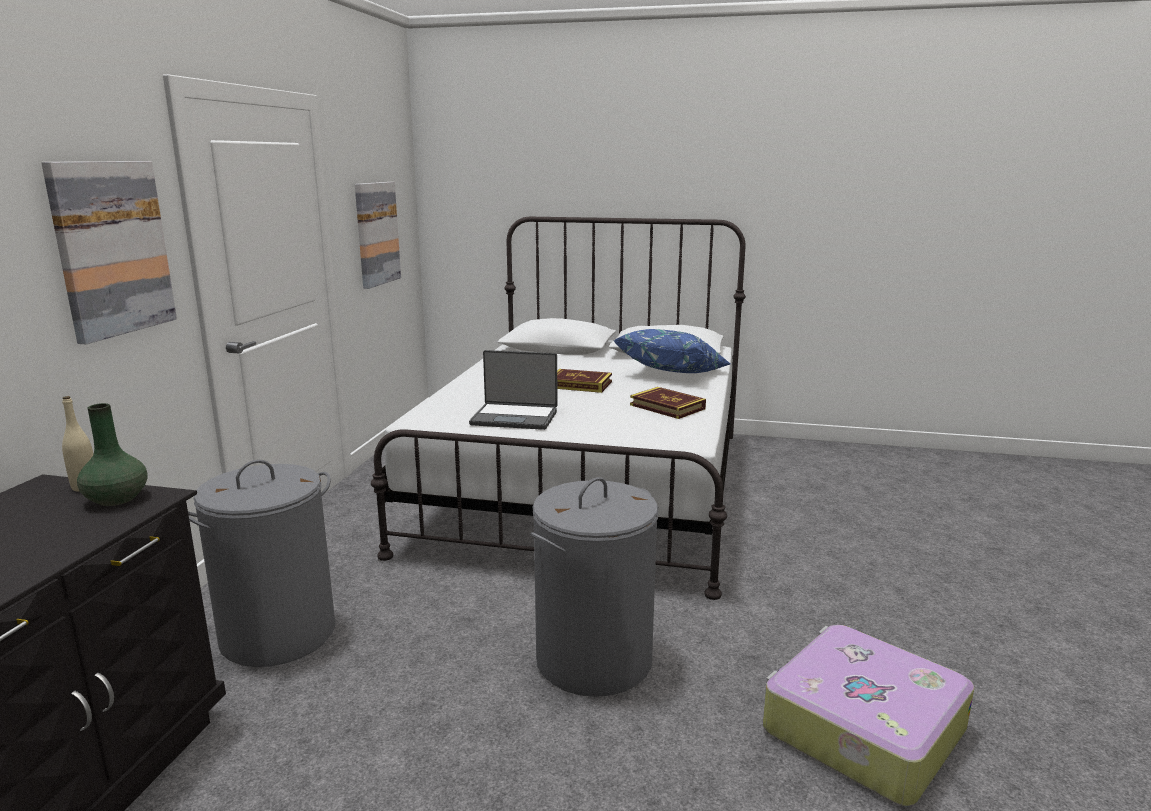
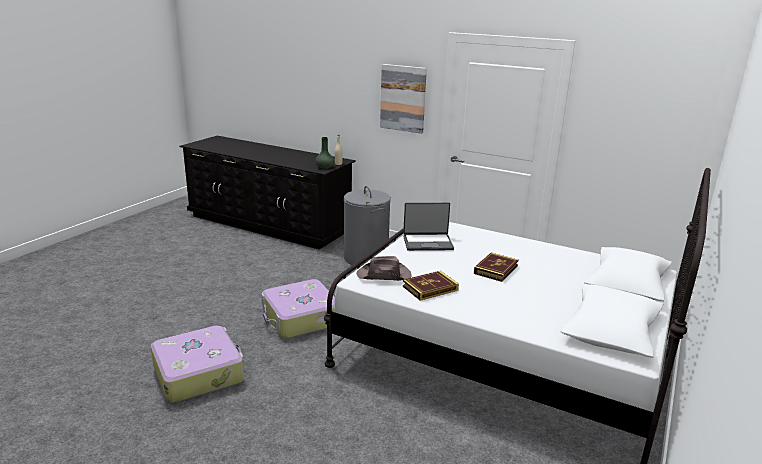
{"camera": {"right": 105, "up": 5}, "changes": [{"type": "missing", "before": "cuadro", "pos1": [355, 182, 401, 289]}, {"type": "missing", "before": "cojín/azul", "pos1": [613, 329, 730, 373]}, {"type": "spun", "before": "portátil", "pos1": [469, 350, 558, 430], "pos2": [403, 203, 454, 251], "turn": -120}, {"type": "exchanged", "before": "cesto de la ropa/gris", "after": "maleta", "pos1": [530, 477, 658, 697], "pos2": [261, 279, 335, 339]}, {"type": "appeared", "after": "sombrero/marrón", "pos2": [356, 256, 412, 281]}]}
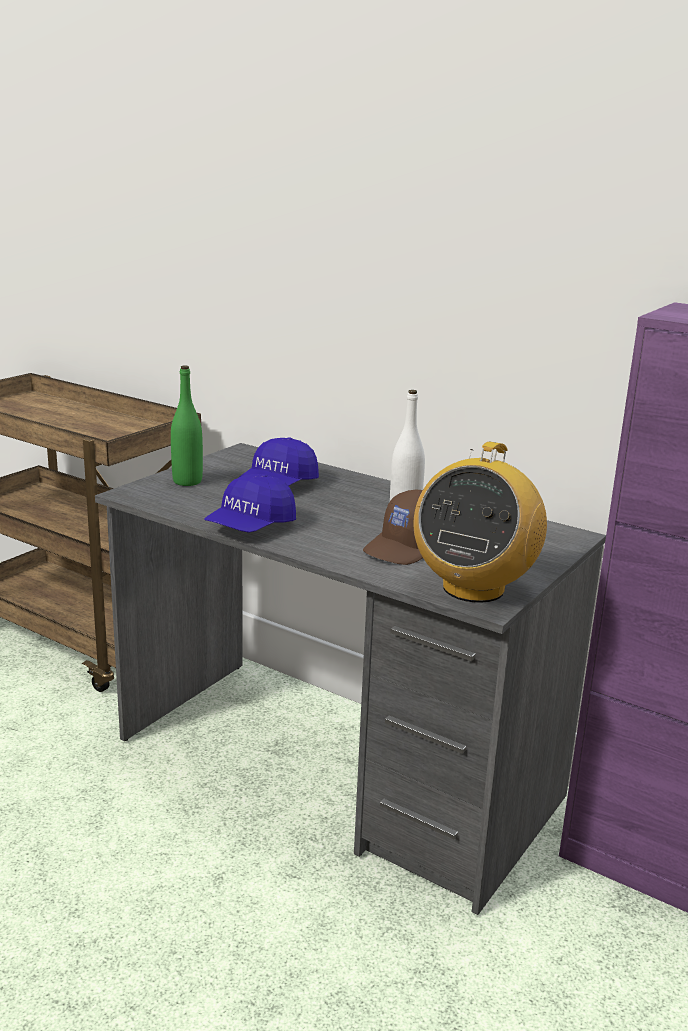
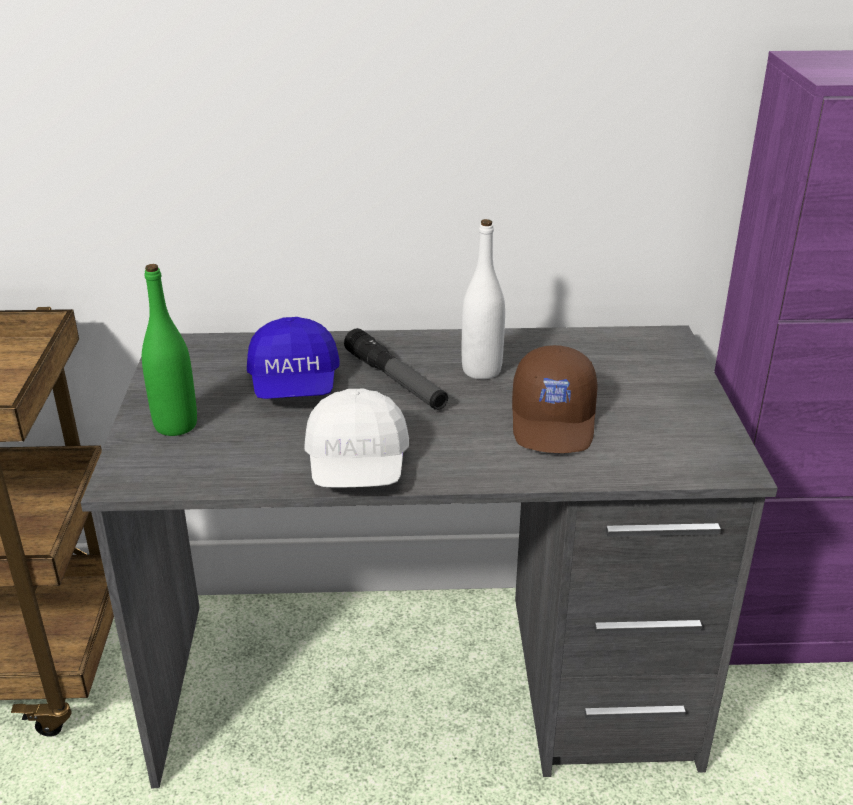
{"camera": {"right": -35, "up": 10}, "changes": [{"type": "missing", "before": "radio", "pos1": [413, 441, 547, 603]}, {"type": "colour", "before": "gorra/azul", "after": "gorra/blanco", "pos1": [204, 474, 296, 533], "pos2": [305, 388, 409, 487]}, {"type": "appeared", "after": "linterna", "pos2": [344, 328, 448, 410]}]}
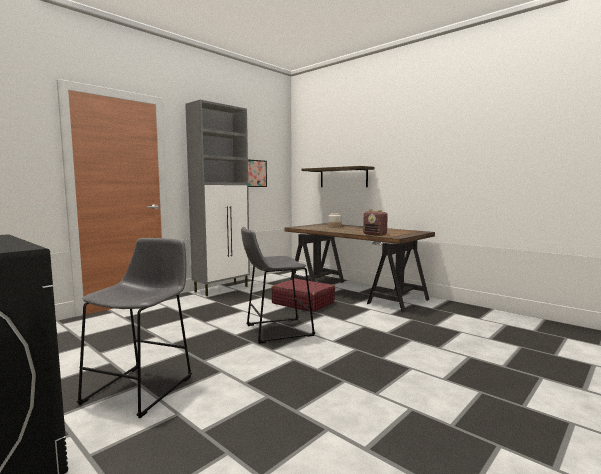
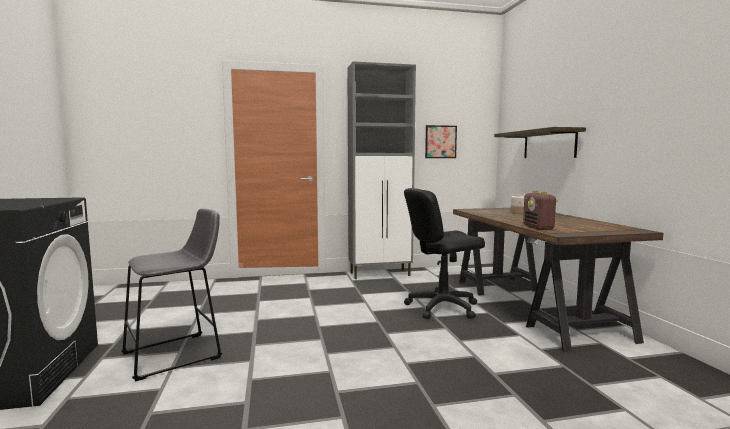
{"camera": {"right": 35, "up": 0}, "changes": [{"type": "missing", "before": "taburete/gris", "pos1": [241, 227, 315, 344]}, {"type": "exchanged", "before": "maleta/rojo", "after": "silla de oficina/negro", "pos1": [271, 279, 335, 312], "pos2": [404, 188, 485, 319]}]}
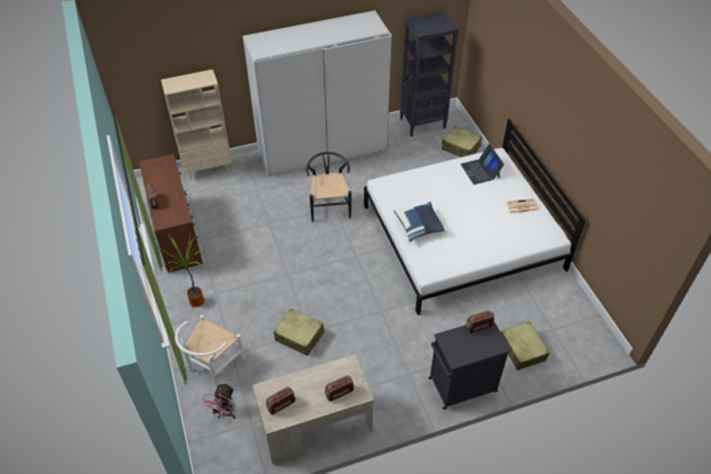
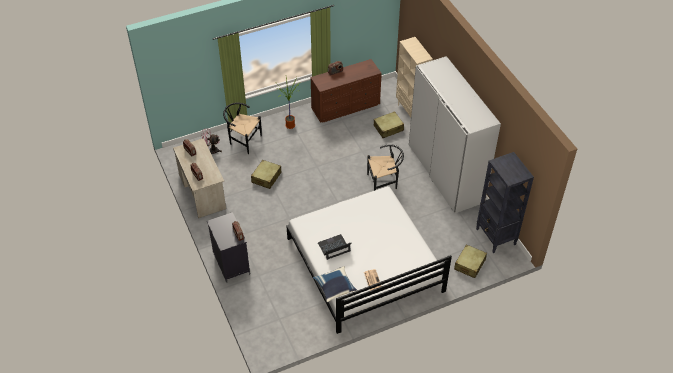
{"camera": {"right": 85, "up": 0}, "changes": [{"type": "relocated", "before": "portátil", "pos1": [461, 144, 504, 185], "pos2": [318, 234, 351, 260]}, {"type": "relocated", "before": "cojín/azul", "pos1": [394, 202, 448, 242], "pos2": [313, 266, 357, 302]}, {"type": "colour", "before": "silla/blanco", "after": "silla/negro", "pos1": [175, 315, 245, 386], "pos2": [223, 103, 262, 154]}, {"type": "relocated", "before": "maleta/beis", "pos1": [501, 321, 549, 371], "pos2": [374, 111, 404, 138]}]}
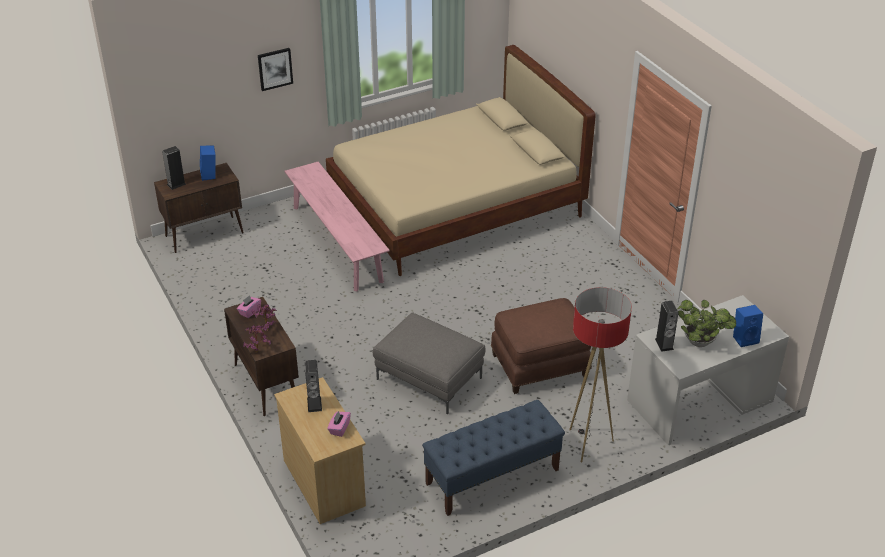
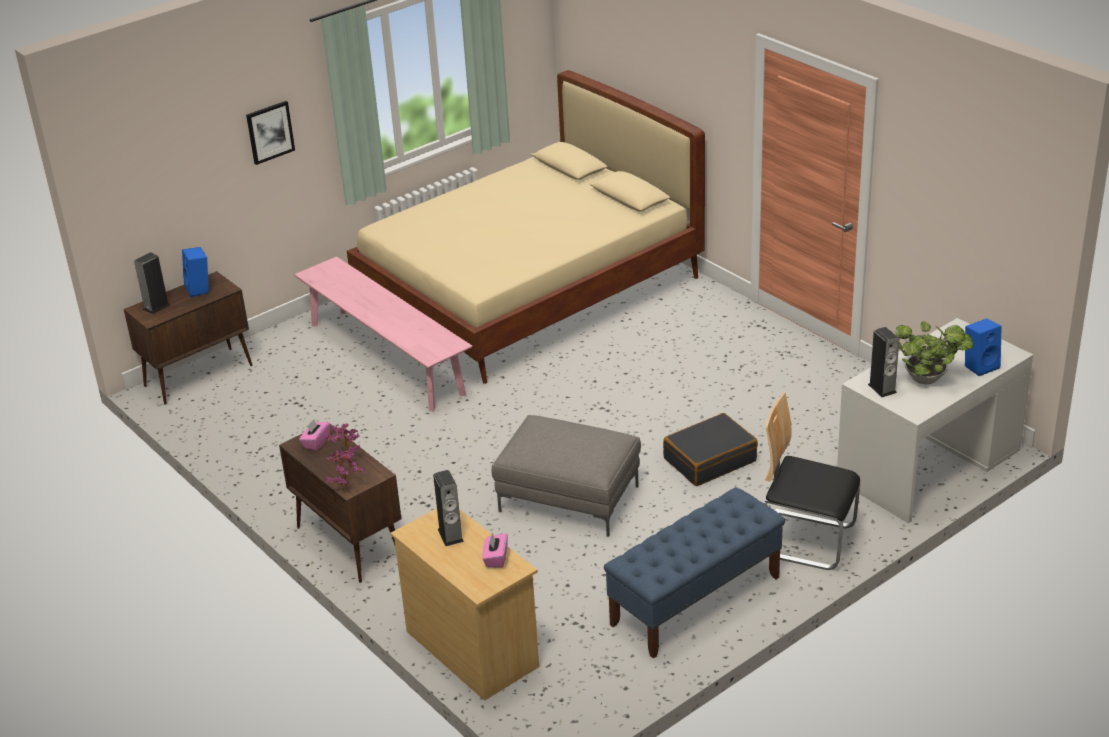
{"camera": {"right": -10, "up": -5}, "changes": [{"type": "exchanged", "before": "lámpara de pie", "after": "silla", "pos1": [569, 287, 632, 463], "pos2": [765, 392, 860, 570]}, {"type": "exchanged", "before": "puf/marrón", "after": "maleta/negro", "pos1": [491, 298, 592, 394], "pos2": [663, 413, 758, 486]}]}
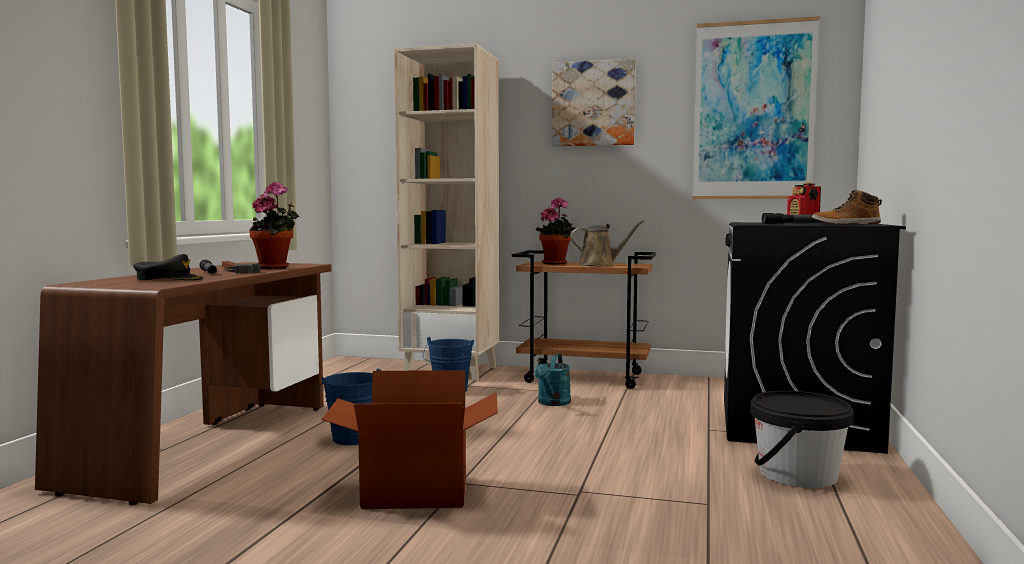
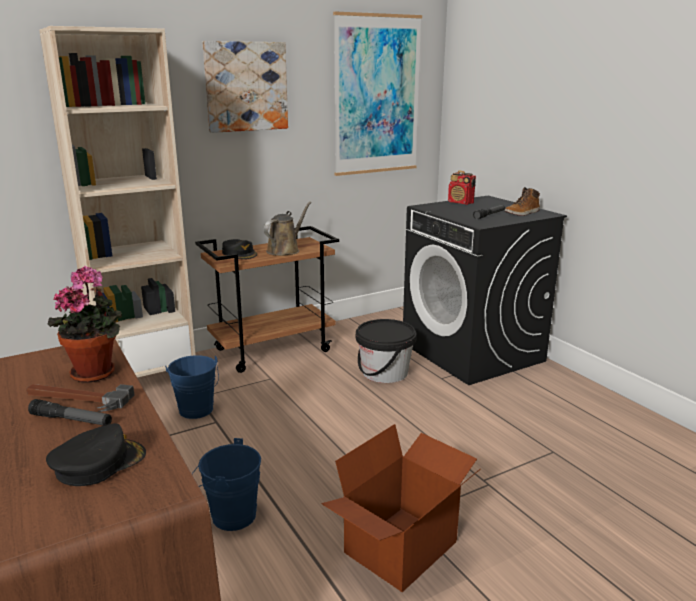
{"camera": {"right": -45, "up": 15}, "changes": [{"type": "exchanged", "before": "planta en maceta", "after": "gorra/negro", "pos1": [536, 198, 575, 264], "pos2": [222, 239, 257, 259]}, {"type": "missing", "before": "regadera/turquesa", "pos1": [534, 354, 571, 406]}, {"type": "relocated", "before": "cubo/negro", "pos1": [750, 391, 854, 488], "pos2": [356, 319, 417, 383]}]}
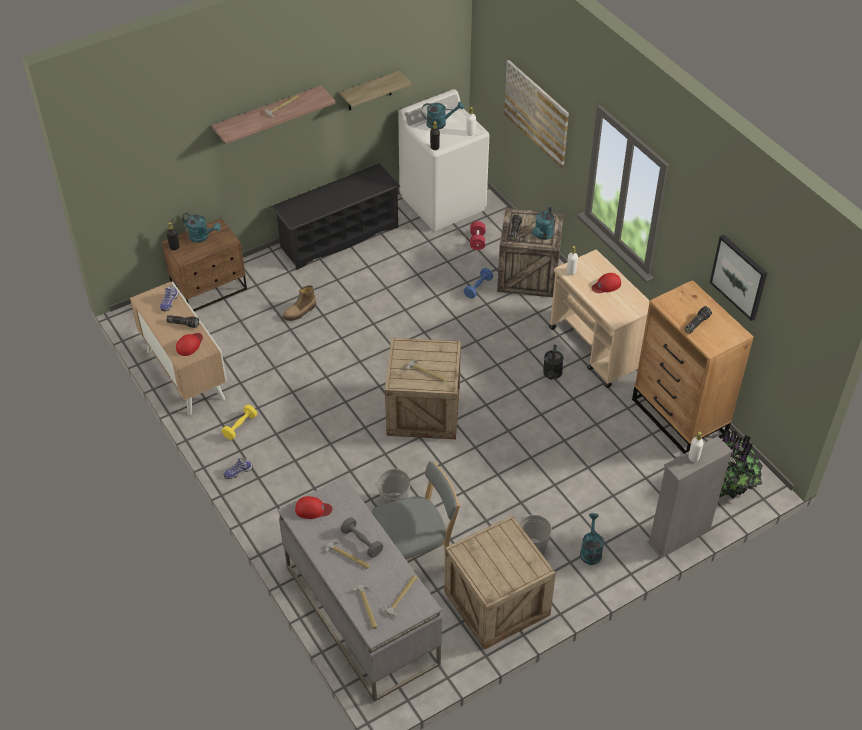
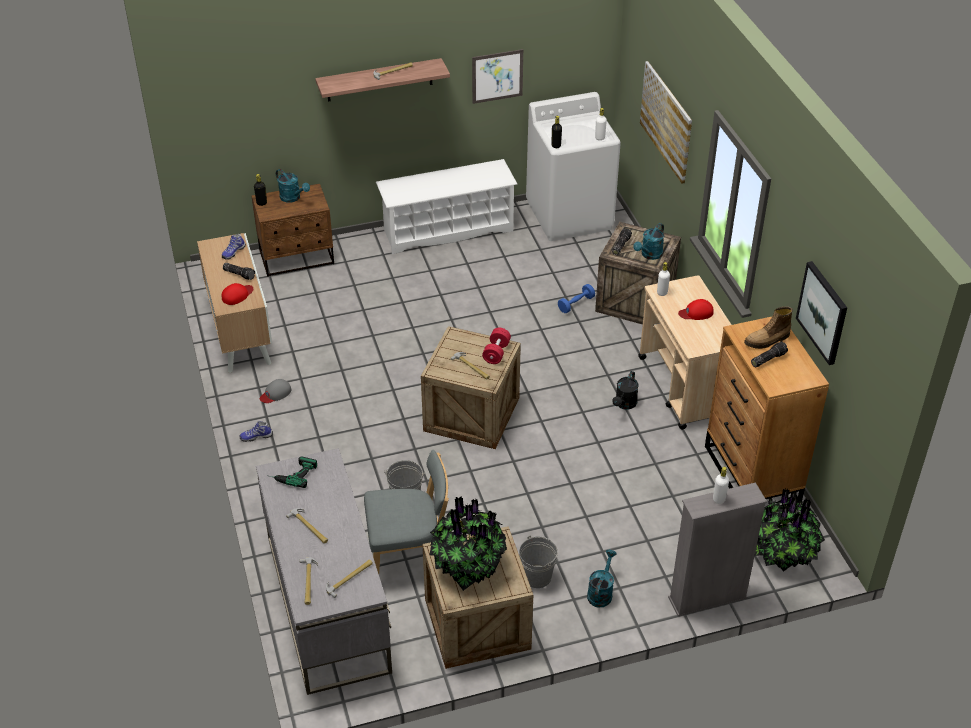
{"camera": {"right": 15, "up": -5}, "changes": [{"type": "exchanged", "before": "estante", "after": "cuadro", "pos1": [339, 71, 412, 111], "pos2": [472, 49, 523, 104]}, {"type": "missing", "before": "regadera/turquesa", "pos1": [422, 101, 464, 130]}, {"type": "colour", "before": "zapatero/negro", "after": "zapatero/blanco", "pos1": [271, 163, 400, 270], "pos2": [376, 159, 517, 254]}, {"type": "relocated", "before": "mancuerna/rojo", "pos1": [470, 221, 485, 250], "pos2": [482, 328, 511, 364]}, {"type": "relocated", "before": "bota", "pos1": [282, 285, 316, 321], "pos2": [744, 306, 793, 349]}, {"type": "exchanged", "before": "mancuerna/amarillo", "after": "gorra/gris", "pos1": [222, 405, 257, 440], "pos2": [260, 379, 291, 403]}, {"type": "exchanged", "before": "gorra/rojo", "after": "taladro", "pos1": [295, 496, 333, 519], "pos2": [267, 457, 317, 488]}, {"type": "missing", "before": "mancuerna/gris", "pos1": [341, 517, 383, 558]}, {"type": "appeared", "after": "planta en maceta", "pos2": [430, 496, 507, 591]}]}
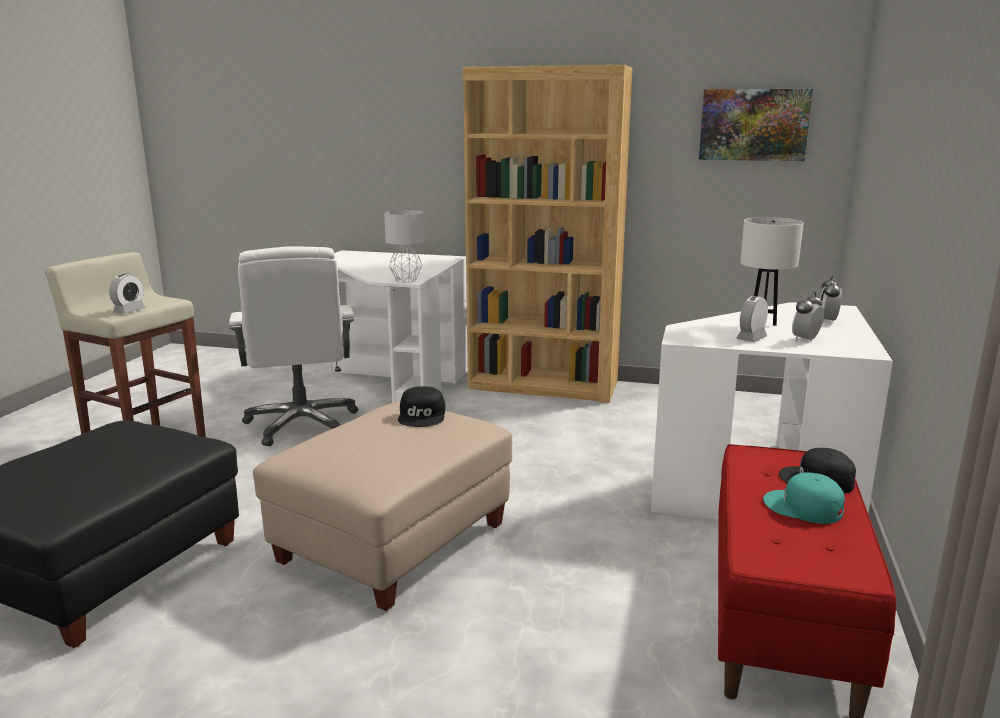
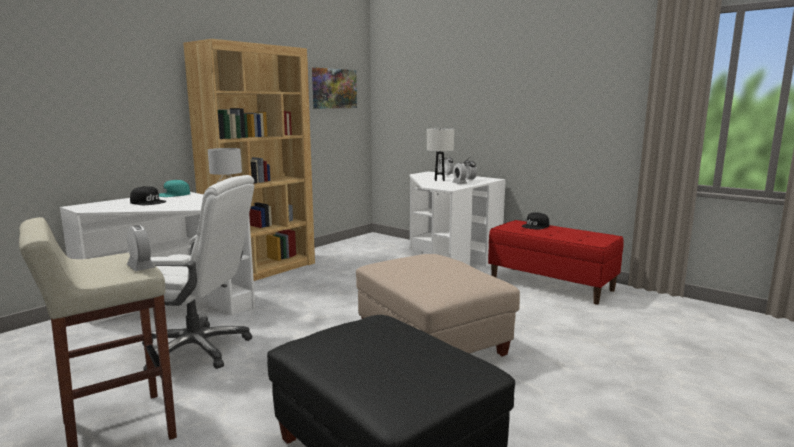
{"camera": {"right": -65, "up": -5}, "changes": [{"type": "relocated", "before": "gorra/negro", "pos1": [398, 386, 445, 427], "pos2": [130, 186, 166, 205]}, {"type": "relocated", "before": "gorra/turquesa", "pos1": [763, 473, 845, 524], "pos2": [159, 180, 190, 197]}]}
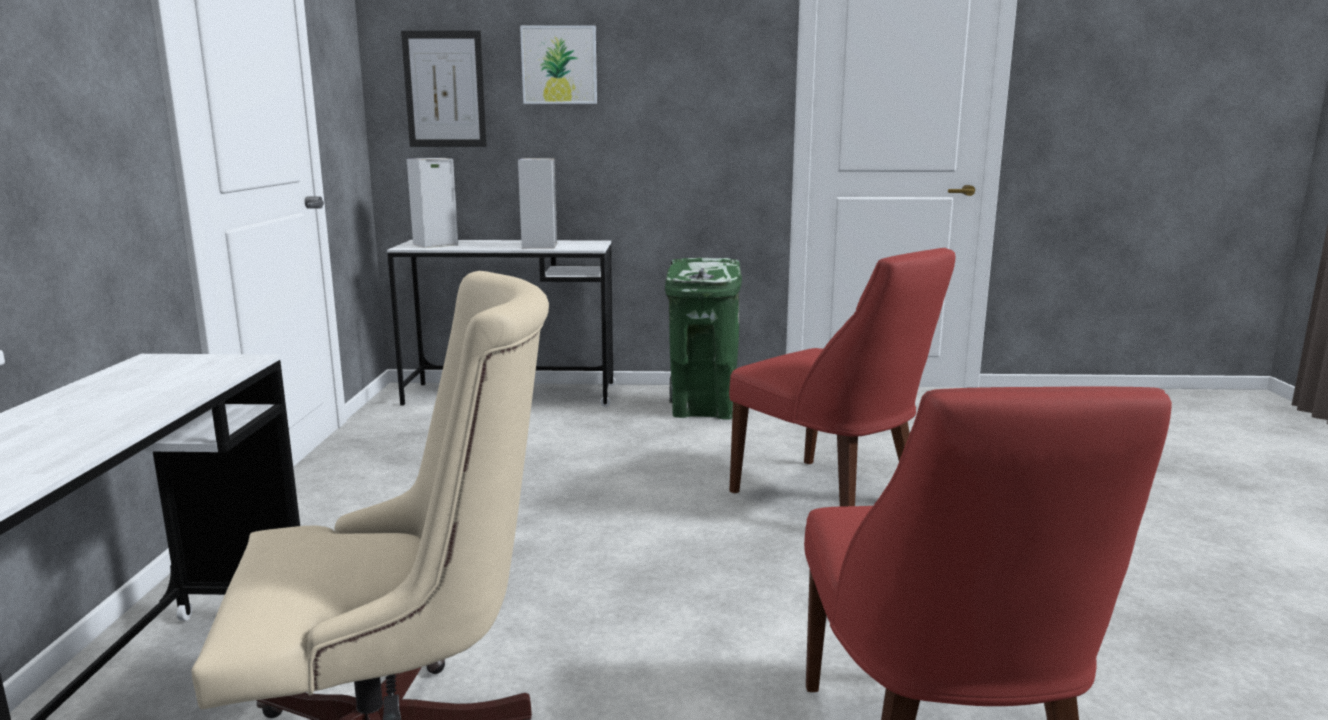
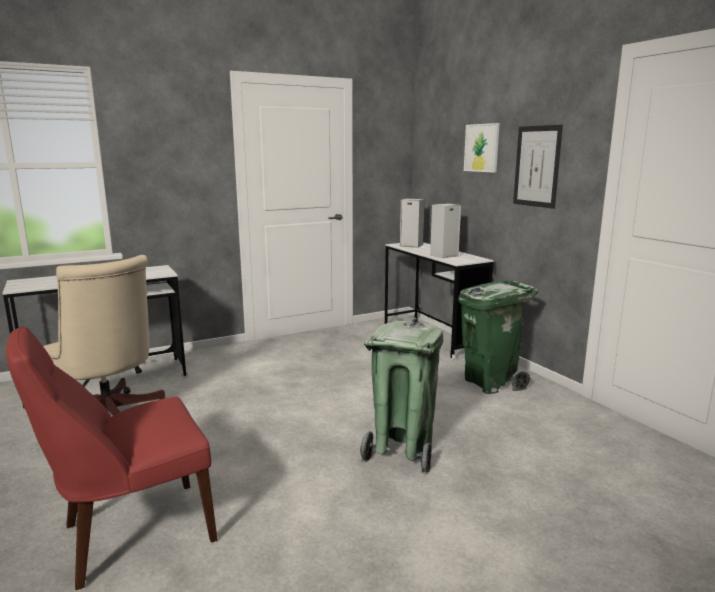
{"camera": {"right": 60, "up": 0}, "changes": [{"type": "relocated", "before": "cuadro", "pos1": [401, 30, 487, 147], "pos2": [513, 125, 563, 209]}, {"type": "exchanged", "before": "silla/rojo", "after": "papelera/verde", "pos1": [729, 248, 955, 507], "pos2": [360, 318, 443, 474]}]}
